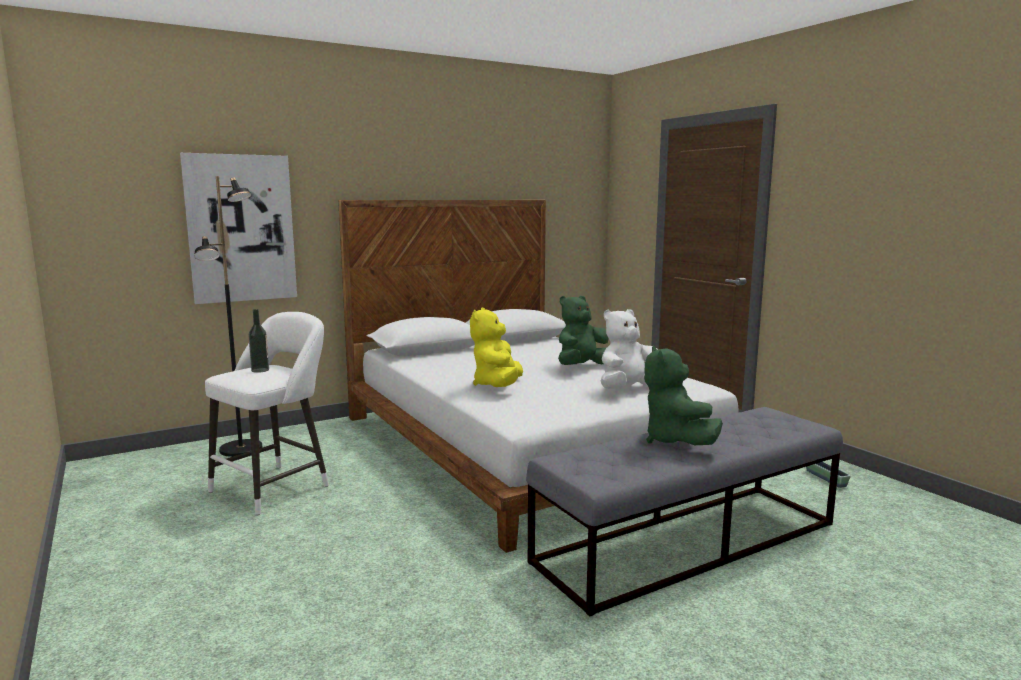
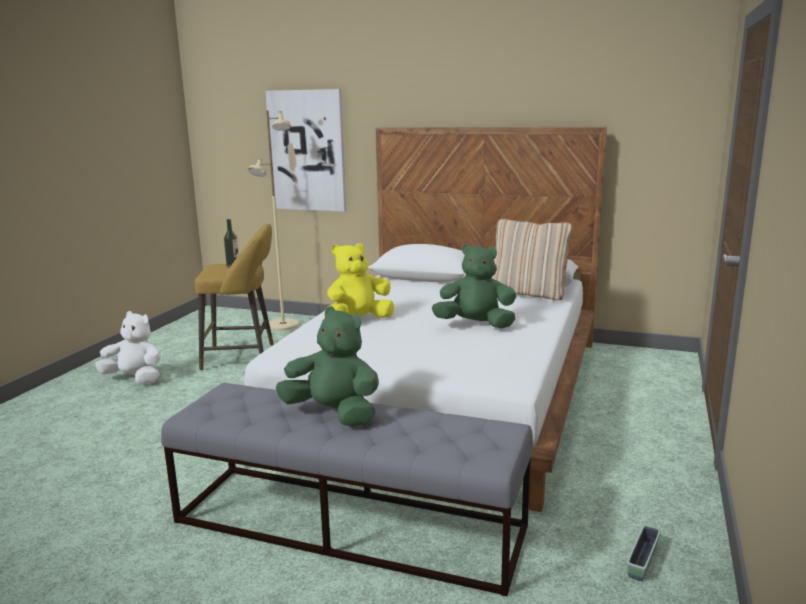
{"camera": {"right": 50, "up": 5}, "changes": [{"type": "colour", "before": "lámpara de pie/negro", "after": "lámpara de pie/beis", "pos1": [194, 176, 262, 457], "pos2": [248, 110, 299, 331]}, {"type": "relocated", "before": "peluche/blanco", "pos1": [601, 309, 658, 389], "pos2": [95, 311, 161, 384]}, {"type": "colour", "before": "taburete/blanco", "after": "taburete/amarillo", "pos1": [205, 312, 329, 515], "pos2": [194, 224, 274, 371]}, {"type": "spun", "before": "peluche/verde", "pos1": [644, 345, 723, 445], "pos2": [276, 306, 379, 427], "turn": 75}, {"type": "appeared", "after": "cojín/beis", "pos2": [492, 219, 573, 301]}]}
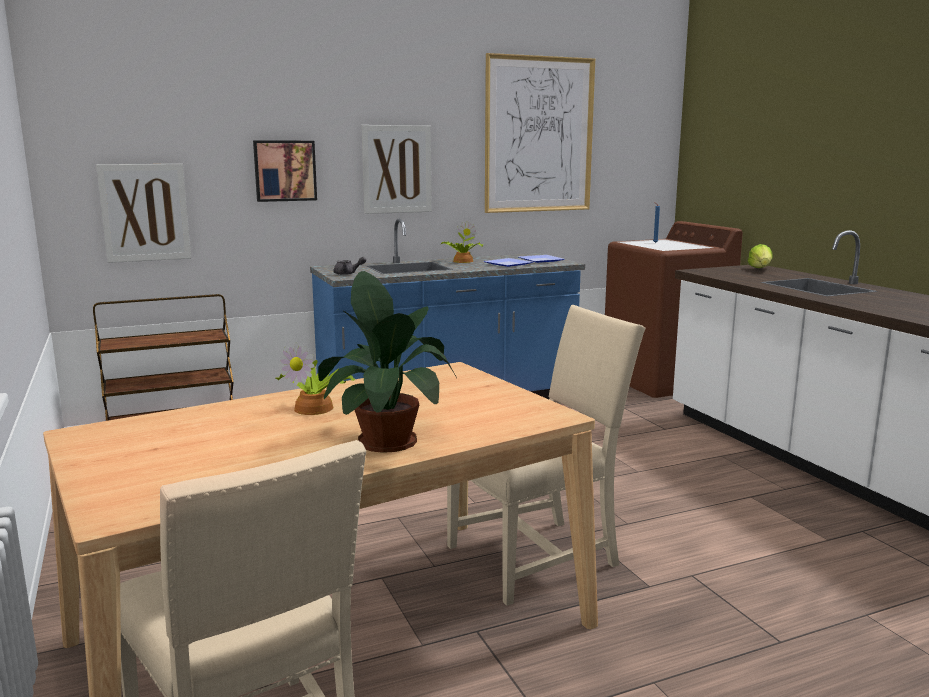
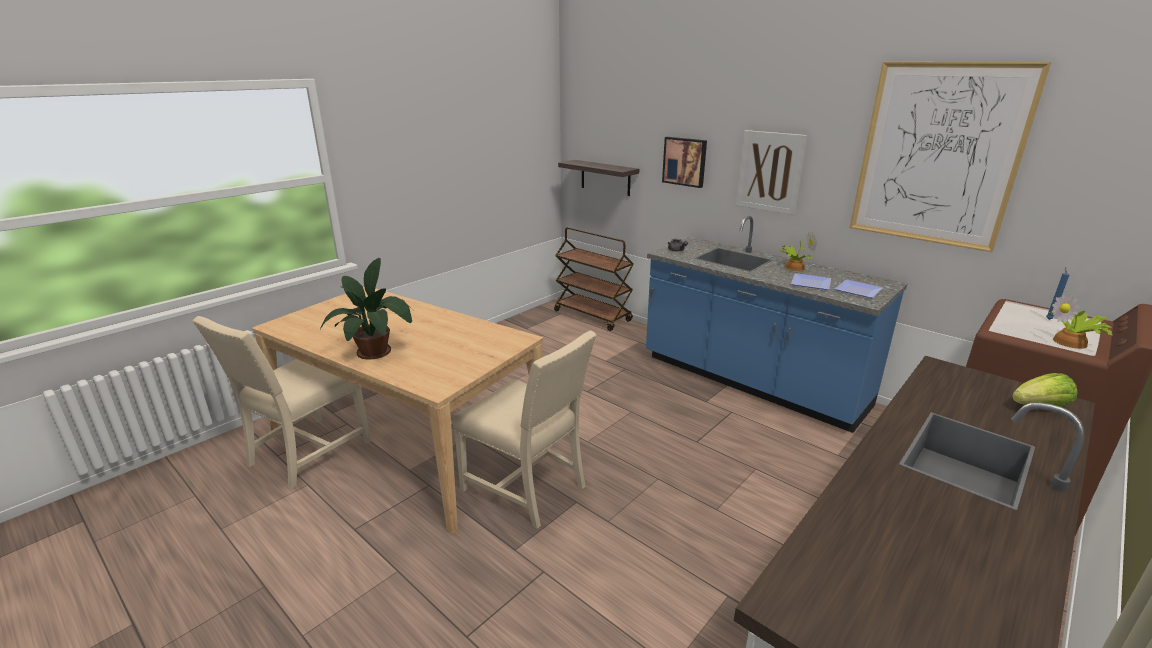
{"camera": {"right": 65, "up": 10}, "changes": [{"type": "exchanged", "before": "cuadro", "after": "estante", "pos1": [96, 164, 191, 263], "pos2": [558, 160, 639, 196]}, {"type": "relocated", "before": "planta en maceta", "pos1": [275, 343, 355, 415], "pos2": [1049, 294, 1112, 349]}]}
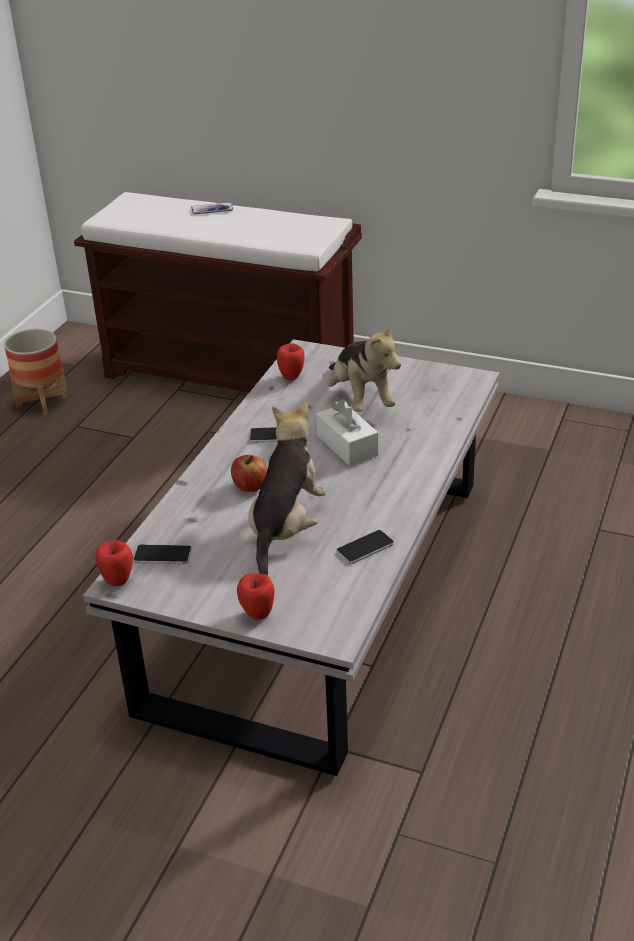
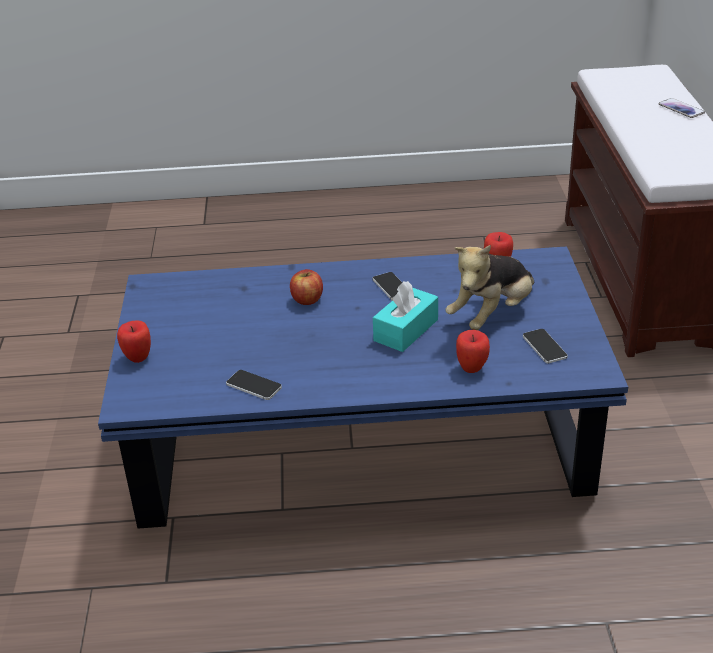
{"camera": {"right": 65, "up": 0}, "changes": [{"type": "missing", "before": "maceta", "pos1": [4, 329, 69, 415]}, {"type": "colour", "before": "mesa de centro/blanco", "after": "mesa de centro/azul", "pos1": [83, 339, 500, 776], "pos2": [98, 246, 628, 529]}, {"type": "colour", "before": "caja de pañuelos/blanco", "after": "caja de pañuelos/turquesa", "pos1": [316, 399, 379, 466], "pos2": [373, 281, 438, 352]}, {"type": "missing", "before": "peluche", "pos1": [248, 402, 327, 576]}, {"type": "relocated", "before": "manzana", "pos1": [95, 540, 133, 586], "pos2": [456, 330, 490, 373]}, {"type": "relocated", "before": "móvil", "pos1": [134, 545, 192, 564], "pos2": [523, 329, 568, 363]}]}
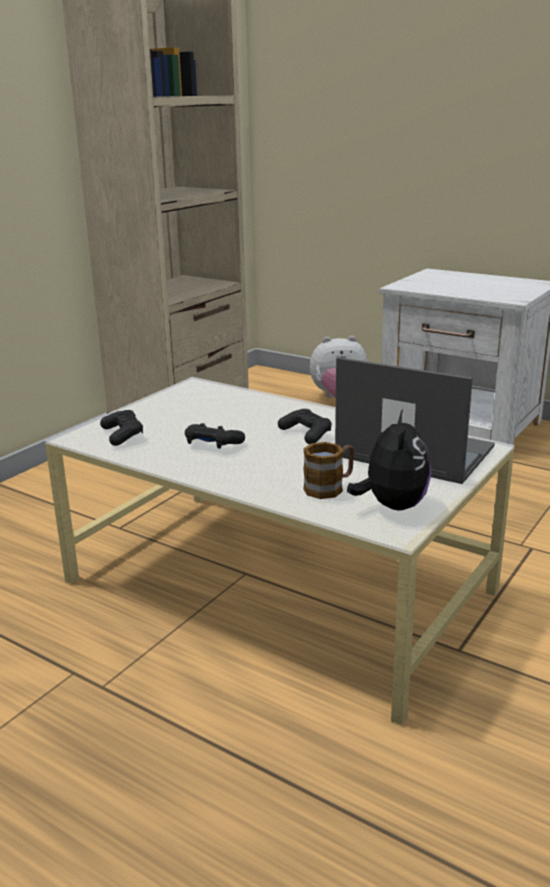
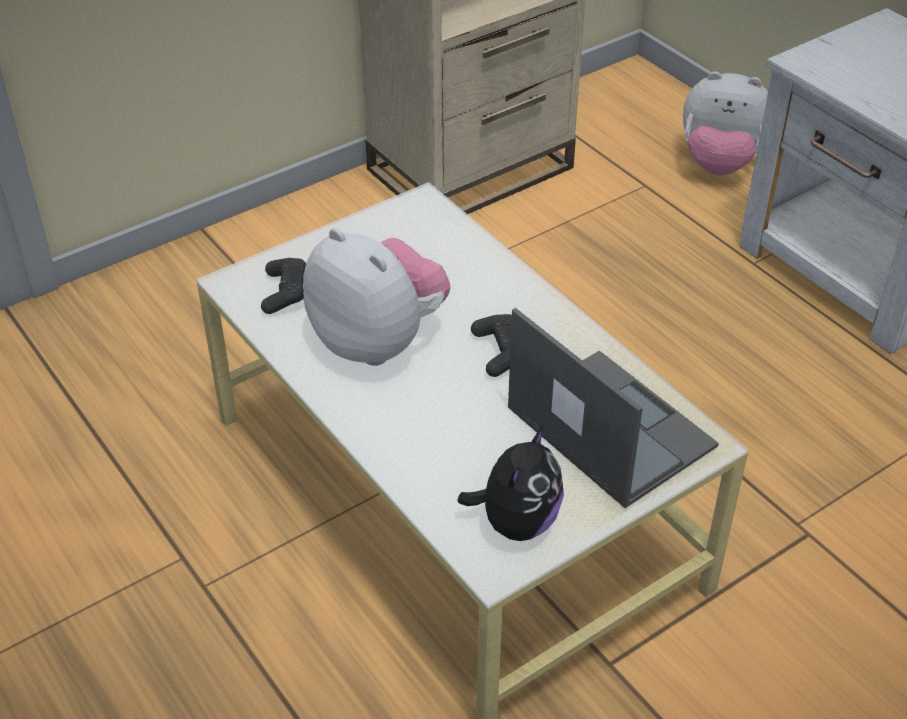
{"camera": {"right": 20, "up": 20}, "changes": [{"type": "exchanged", "before": "mando de consola/negro", "after": "peluche", "pos1": [185, 423, 245, 449], "pos2": [303, 228, 450, 366]}, {"type": "missing", "before": "taza grande", "pos1": [303, 442, 354, 499]}]}
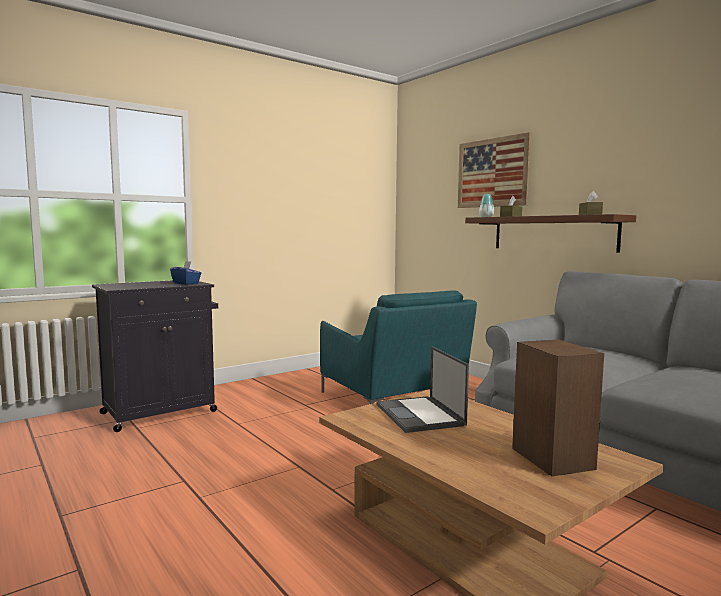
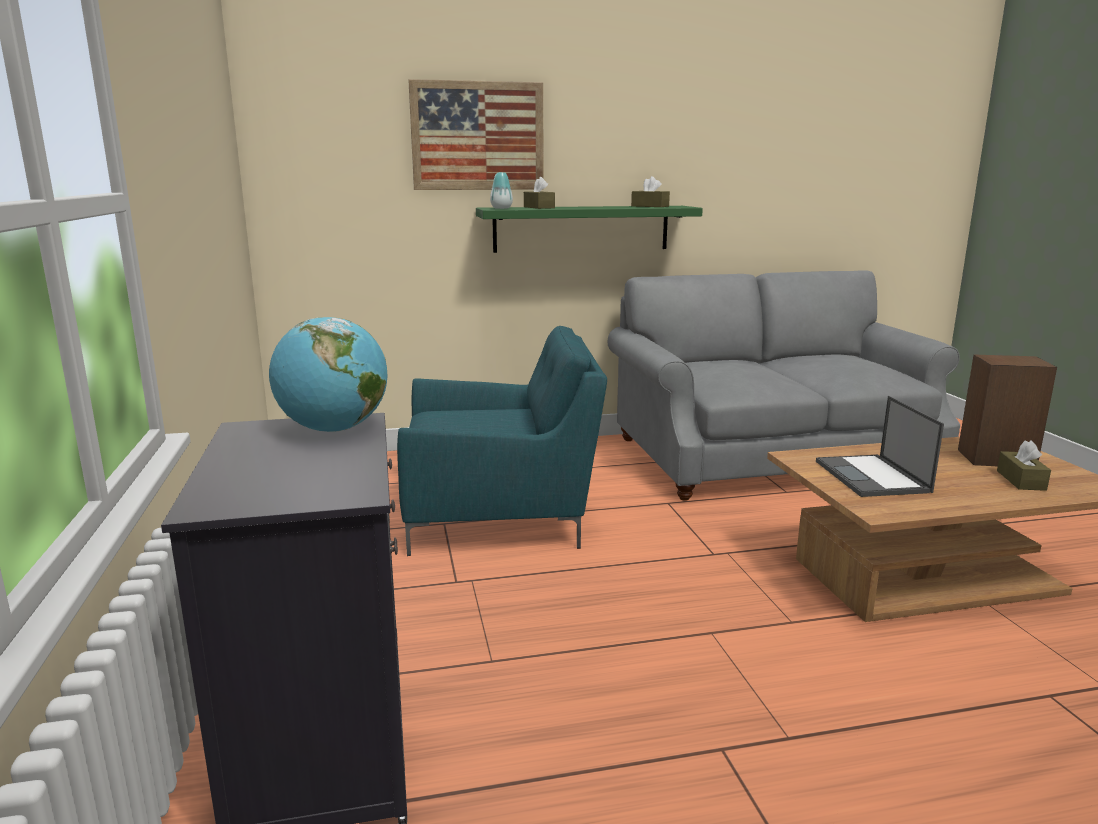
{"camera": {"right": -65, "up": 10}, "changes": [{"type": "colour", "before": "estante/marrón", "after": "estante/verde", "pos1": [465, 214, 636, 252], "pos2": [476, 206, 703, 253]}, {"type": "exchanged", "before": "caja de pañuelos/azul", "after": "globo terráqueo", "pos1": [170, 261, 201, 285], "pos2": [269, 317, 388, 432]}, {"type": "spun", "before": "portátil", "pos1": [377, 346, 469, 433], "pos2": [816, 396, 944, 497], "turn": 75}, {"type": "appeared", "after": "caja de pañuelos/marrón", "pos2": [997, 440, 1051, 491]}]}
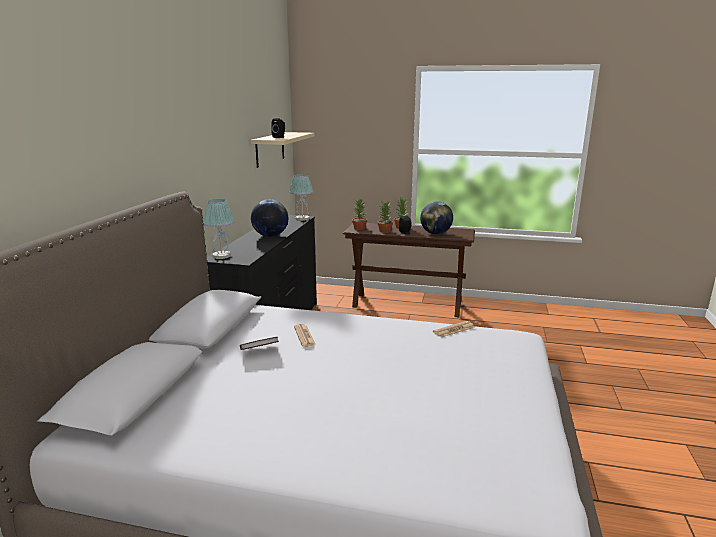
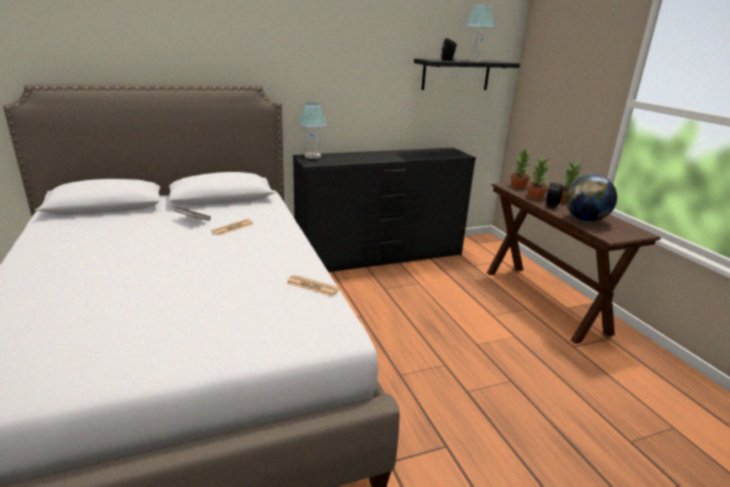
{"camera": {"right": 55, "up": 5}, "changes": [{"type": "colour", "before": "estante/beis", "after": "estante/negro", "pos1": [251, 132, 315, 168], "pos2": [414, 59, 520, 90]}, {"type": "relocated", "before": "lámpara de mesa", "pos1": [290, 174, 314, 221], "pos2": [466, 5, 494, 62]}, {"type": "missing", "before": "globo terráqueo", "pos1": [251, 199, 288, 237]}]}
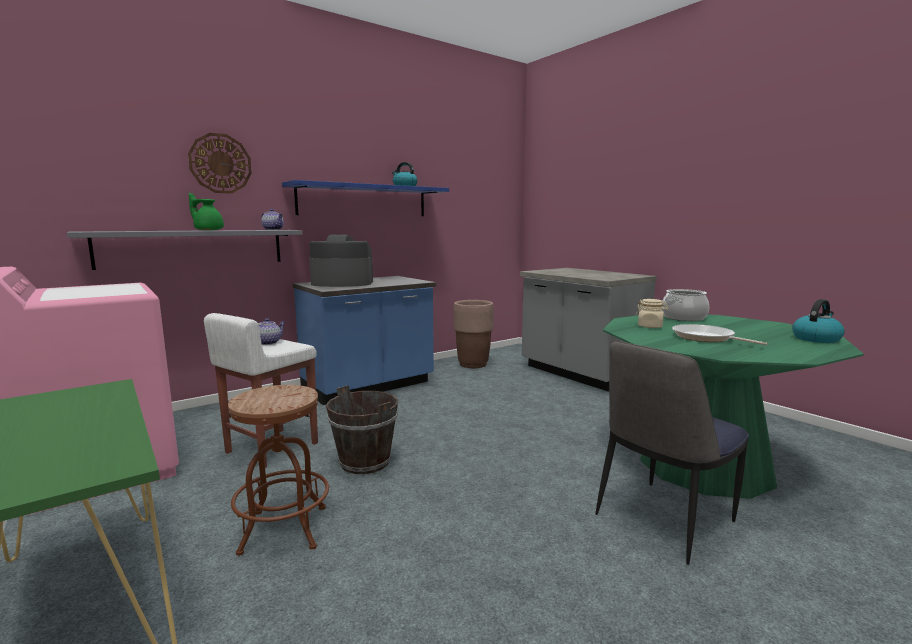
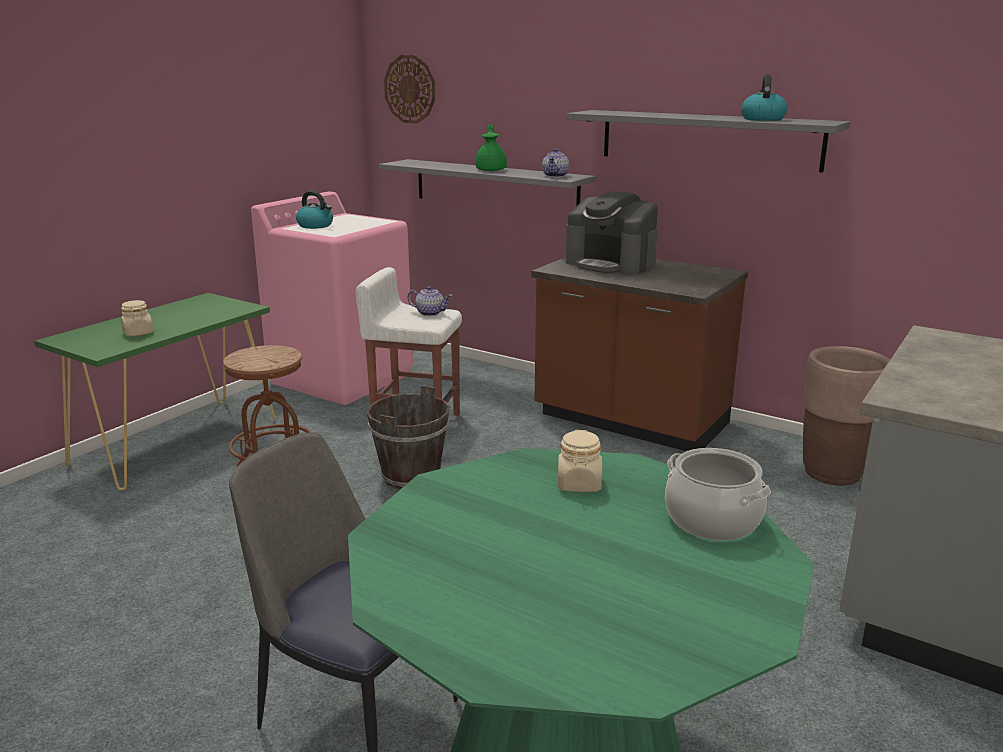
{"camera": {"right": 70, "up": 10}, "changes": [{"type": "relocated", "before": "reloj de pared", "pos1": [188, 133, 252, 194], "pos2": [384, 55, 435, 123]}, {"type": "colour", "before": "estante/azul", "after": "estante/gris", "pos1": [282, 180, 449, 216], "pos2": [566, 110, 850, 173]}, {"type": "spun", "before": "cafetera", "pos1": [309, 235, 373, 287], "pos2": [566, 191, 658, 275], "turn": 150}, {"type": "colour", "before": "mueble bajo de cocina/azul", "after": "mueble bajo de cocina/marrón", "pos1": [293, 276, 436, 405], "pos2": [531, 257, 748, 451]}, {"type": "relocated", "before": "hervidor", "pos1": [792, 299, 845, 343], "pos2": [296, 191, 333, 229]}, {"type": "missing", "before": "sartén", "pos1": [672, 324, 768, 345]}, {"type": "appeared", "after": "tarro/beis", "pos2": [121, 300, 154, 336]}]}
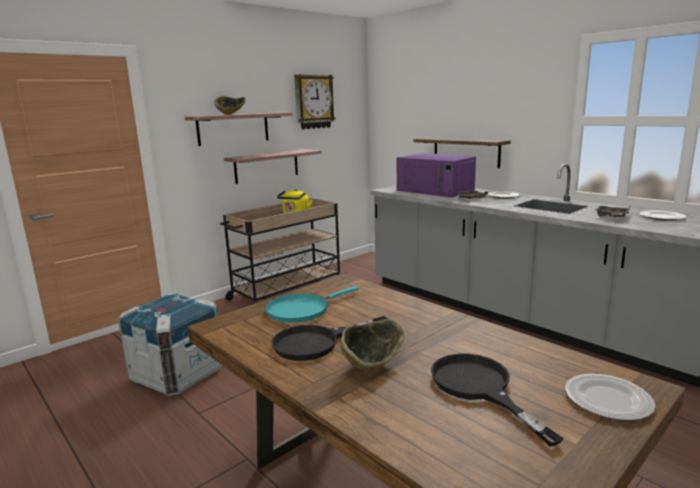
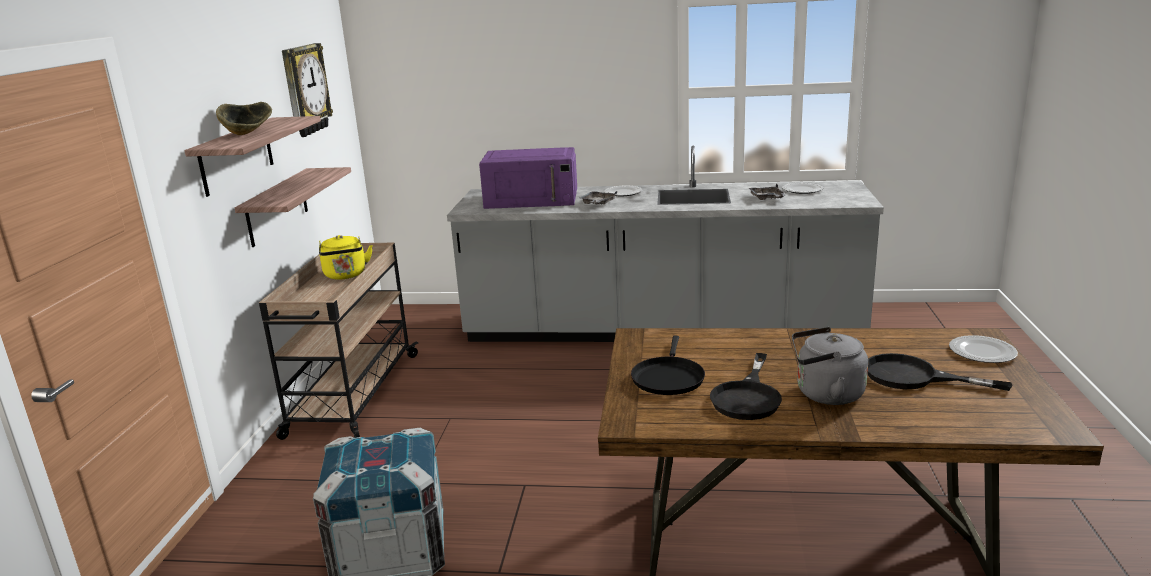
{"camera": {"right": -40, "up": 5}, "changes": [{"type": "missing", "before": "estante", "pos1": [413, 138, 511, 168]}, {"type": "colour", "before": "sartén/turquesa", "after": "sartén/negro", "pos1": [265, 286, 359, 323], "pos2": [631, 336, 705, 395]}, {"type": "exchanged", "before": "cuenco", "after": "hervidor/gris", "pos1": [341, 319, 405, 371], "pos2": [792, 327, 868, 405]}]}
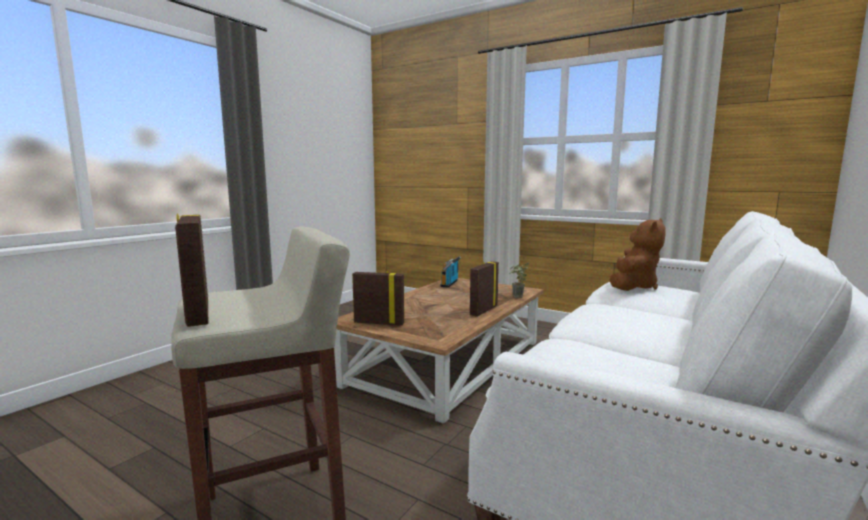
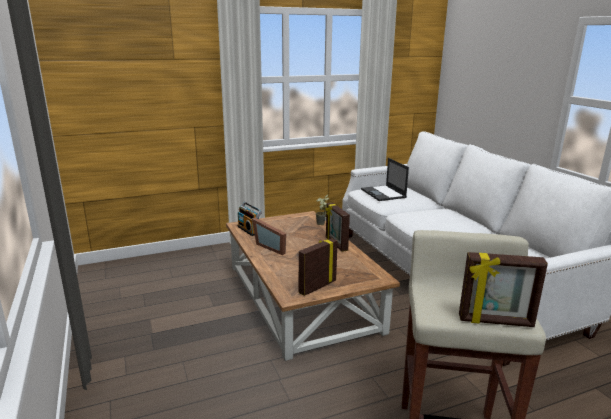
{"camera": {"right": -55, "up": 10}, "changes": [{"type": "exchanged", "before": "peluche/marrón", "after": "portátil", "pos1": [610, 218, 666, 291], "pos2": [361, 158, 409, 201]}, {"type": "appeared", "after": "portarretratos", "pos2": [252, 218, 286, 255]}]}
